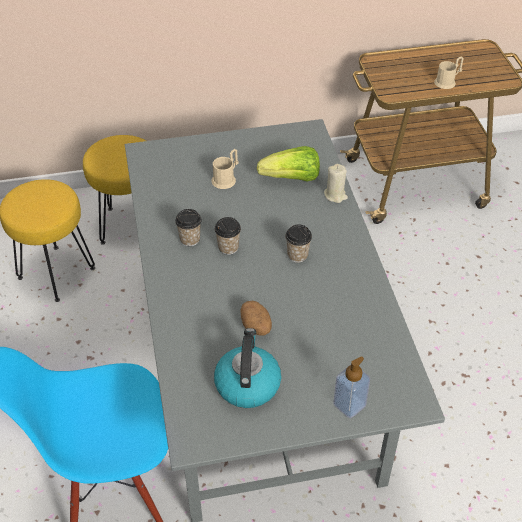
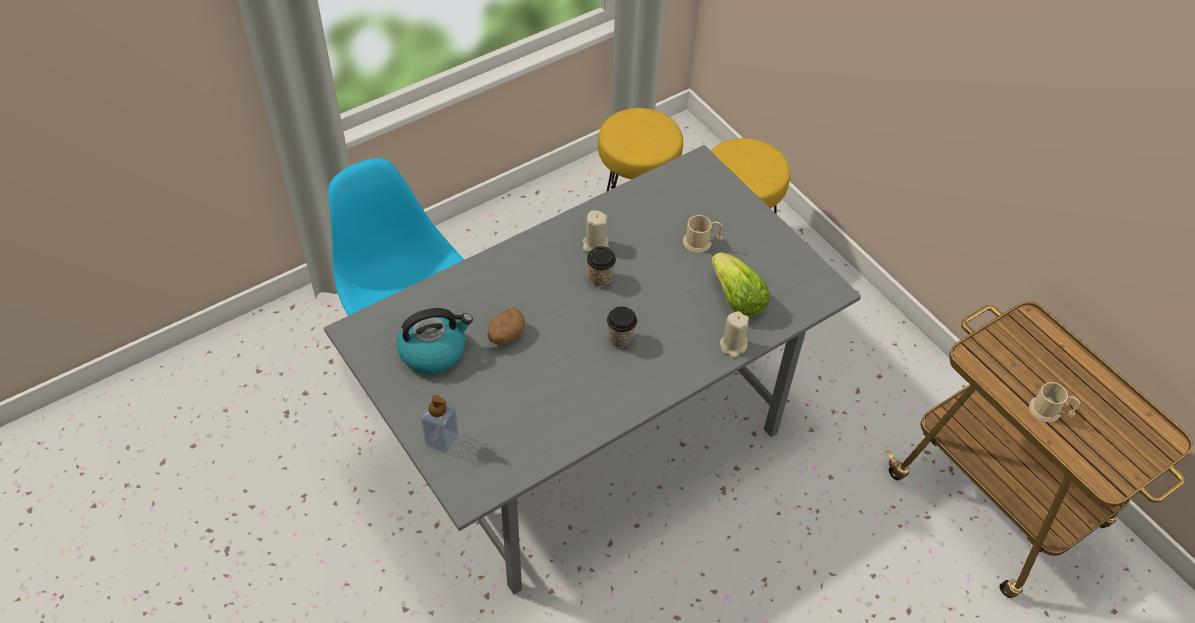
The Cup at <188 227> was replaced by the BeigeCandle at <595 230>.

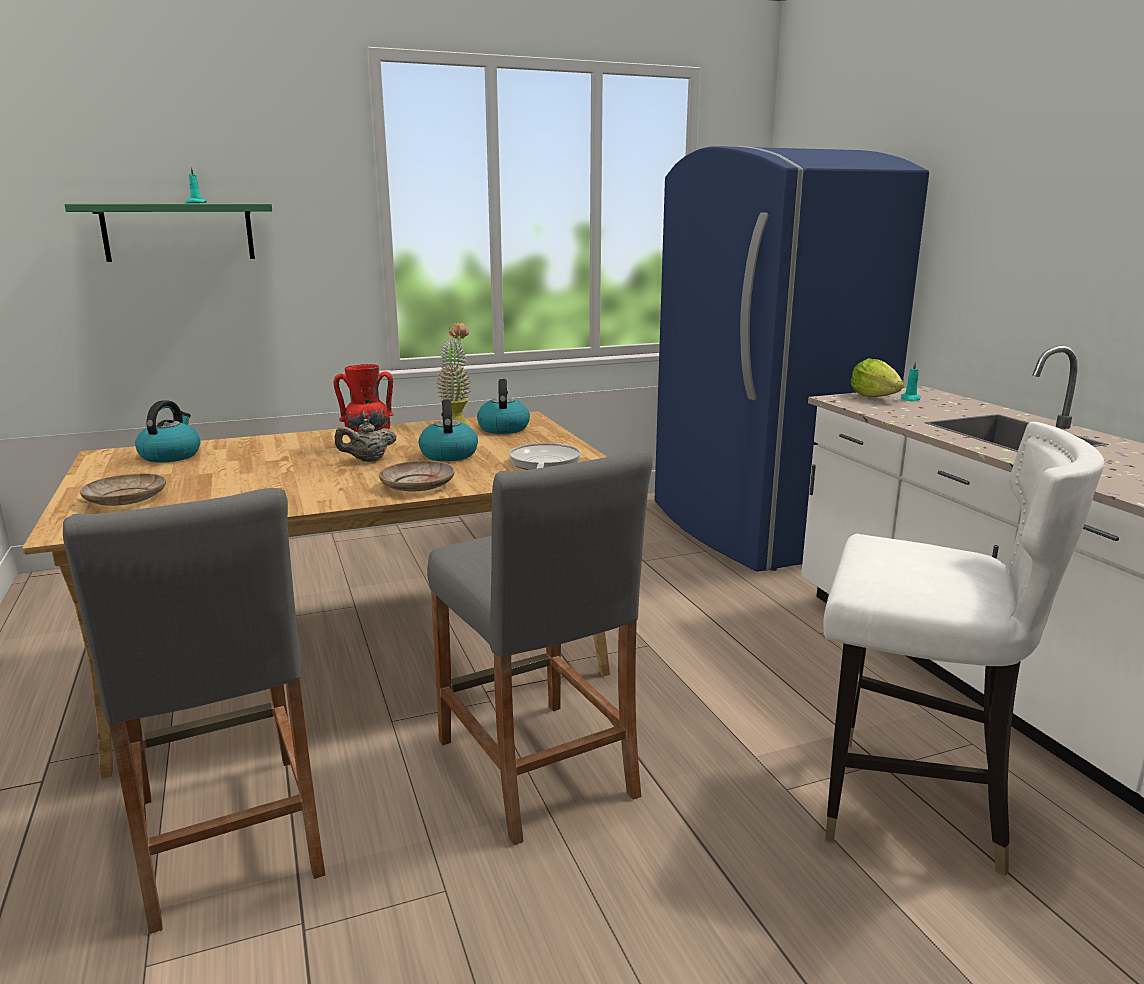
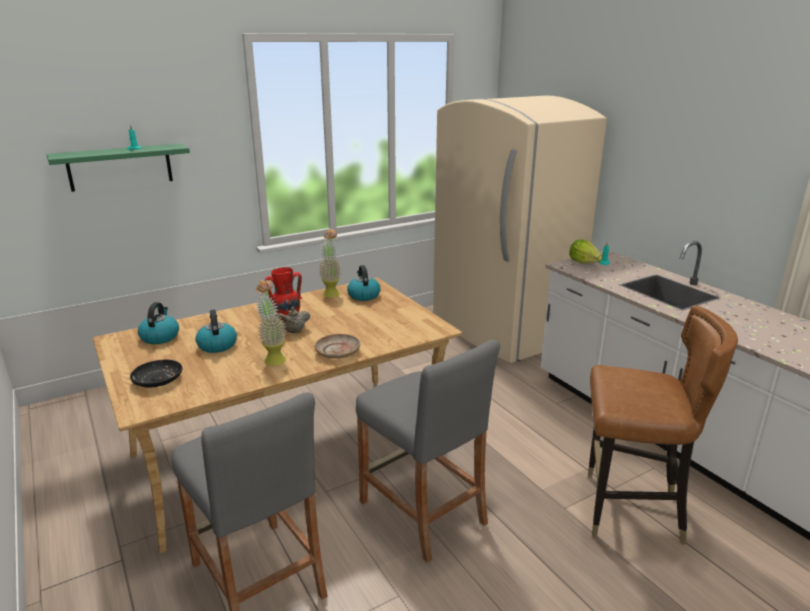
The BeigePlate at <123 489> became the BlackPlate at <156 373>.
The Kettle moved from <448 430> to <216 331>.
The FryingPan at <545 456> disappeared.
The BlueFridge at <792 358> became the BeigeFridge at <520 229>.
The WhiteChair at <963 649> became the BrownChair at <663 425>.
The PottedPlant at <271 323> appeared.

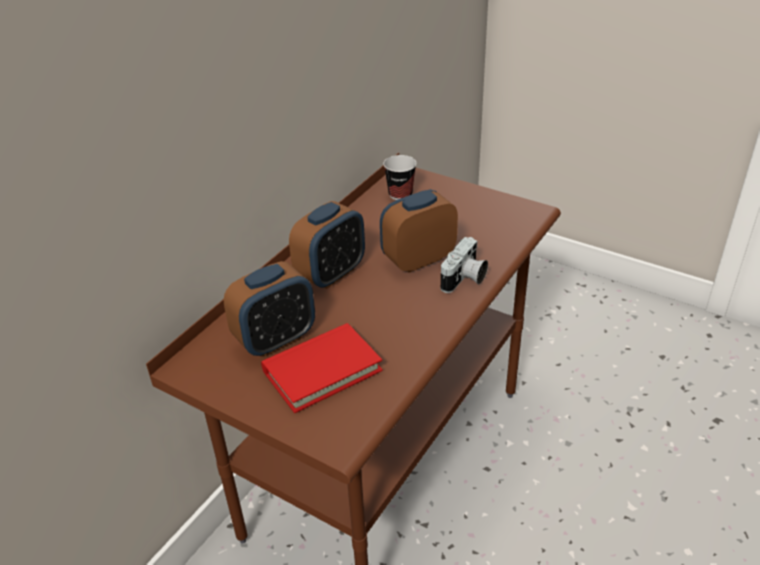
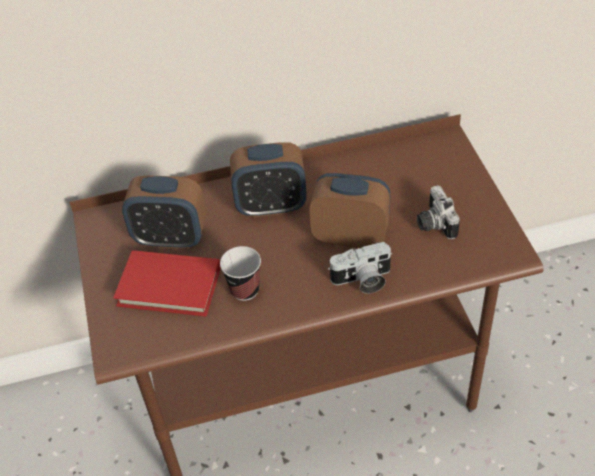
The Cup moved from <400 177> to <240 273>.
The PhotoCamera at <438 212> appeared.

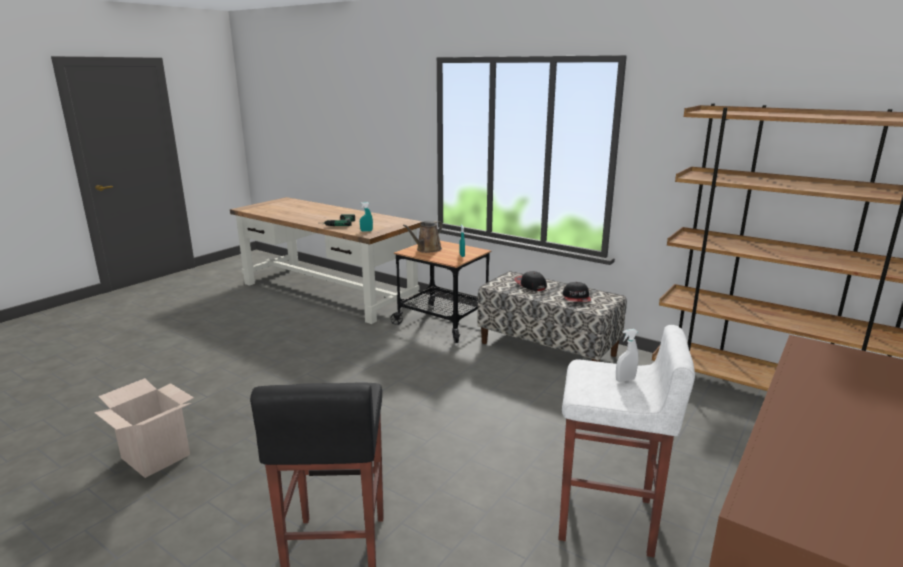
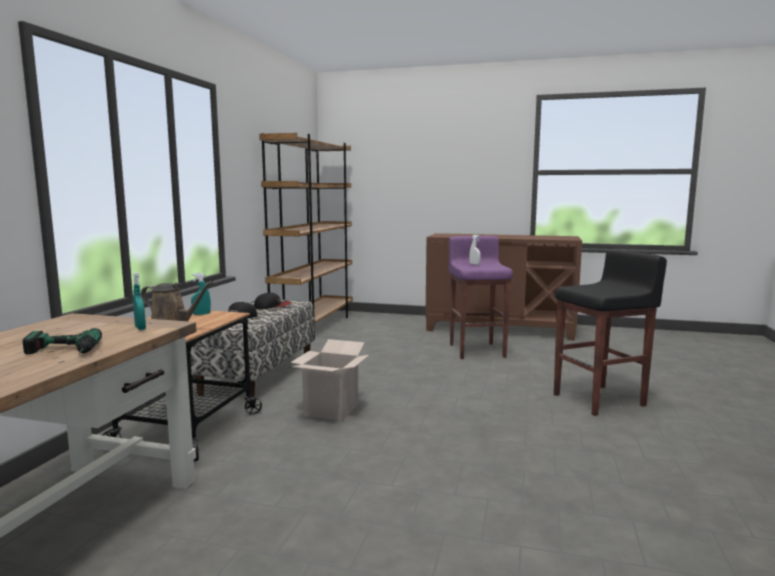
The CardboardBox moved from <144 428> to <330 380>.
The WhiteStool at <626 441> became the PurpleStool at <480 297>.

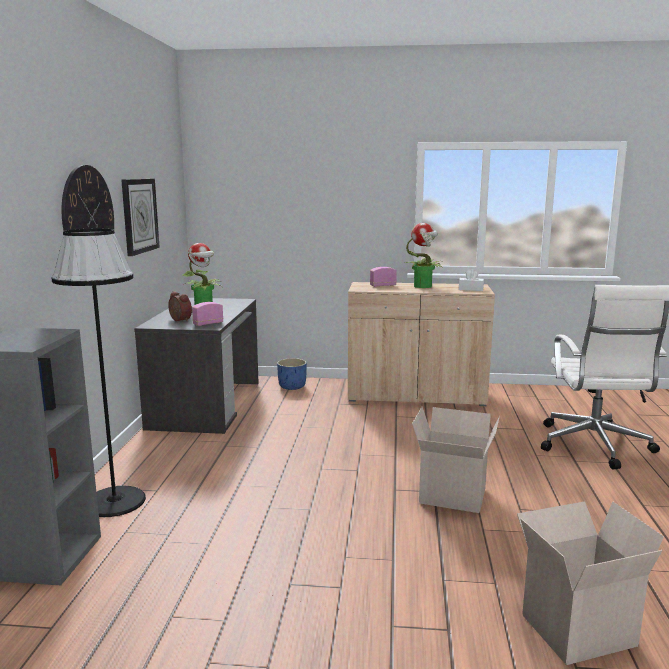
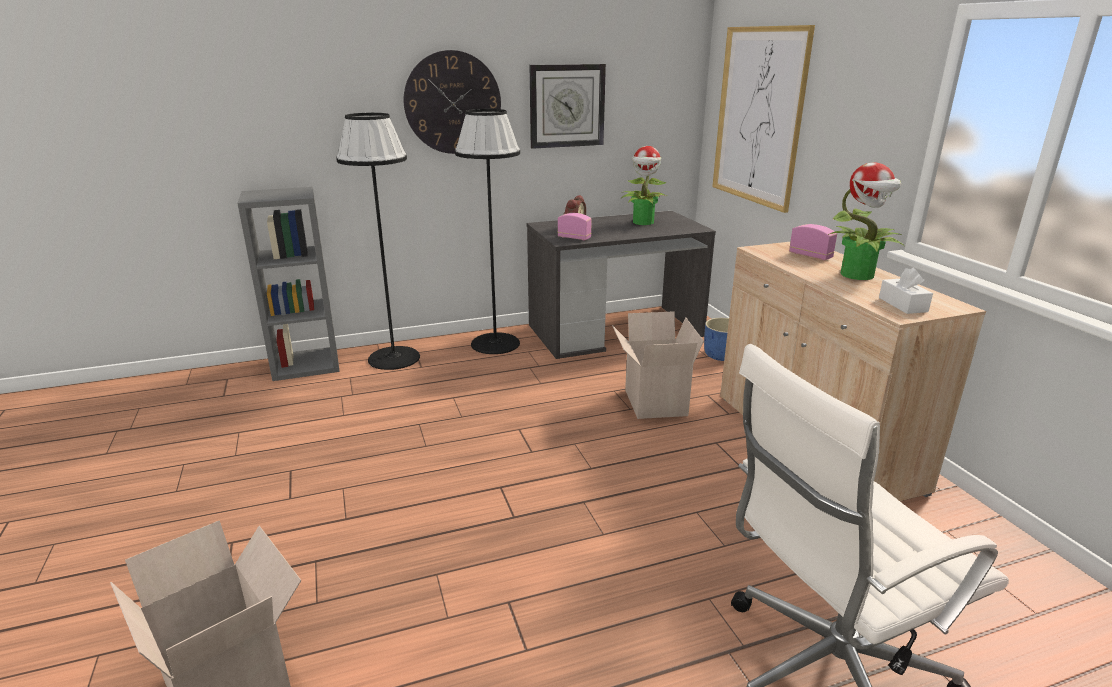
The CardboardBox moved from <456 460> to <658 365>.
The BlackFloorLamp at <487 231> appeared.
The Picture at <763 119> appeared.

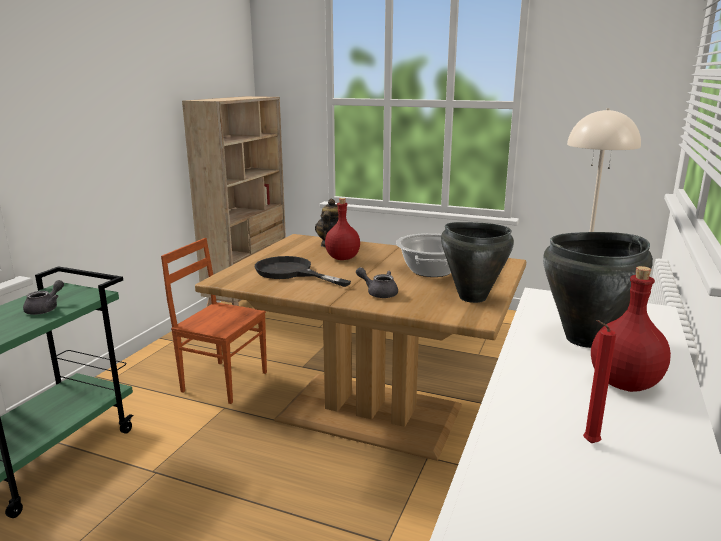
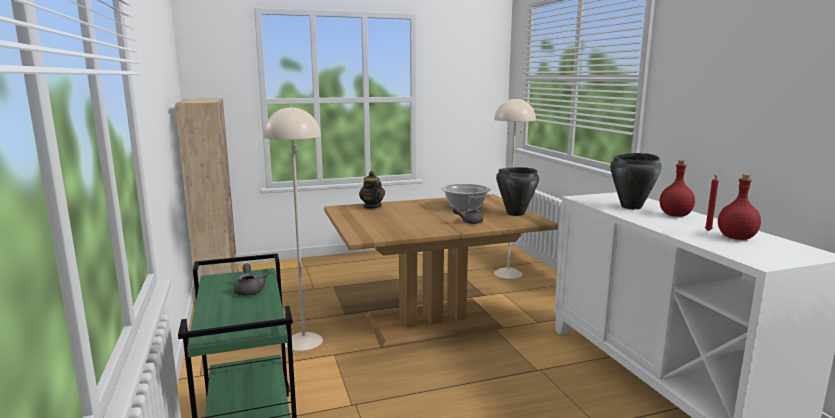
The BrownChair at <214 321> was replaced by the BeigeFloorLamp at <293 228>.
The BlackFryingPan at <303 271> disappeared.
The RedBottle moved from <342 229> to <739 207>.

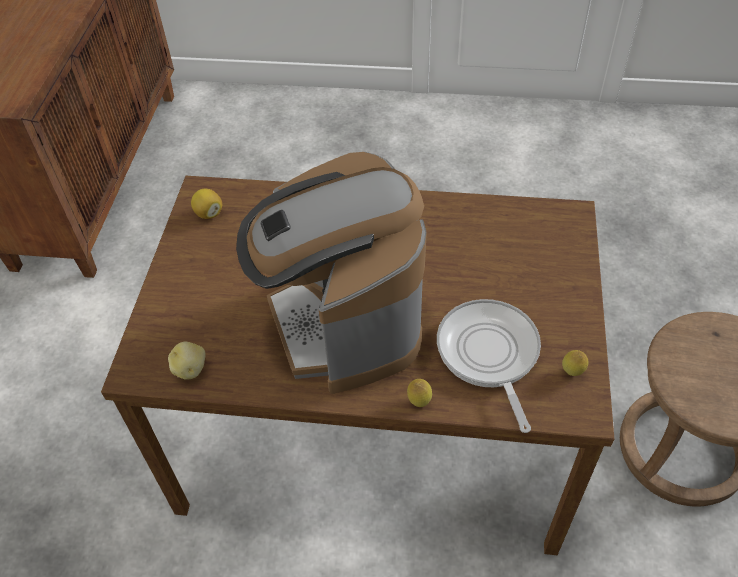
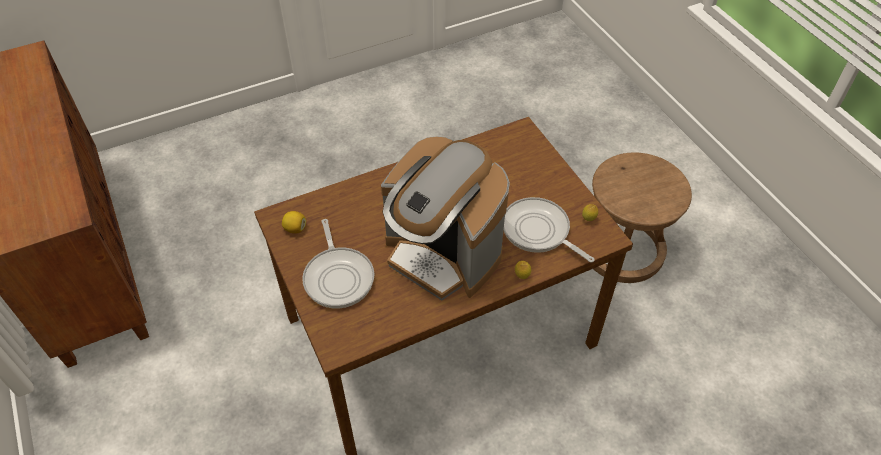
The Potato at <187 361> disappeared.
The FryingPan at <338 264> appeared.

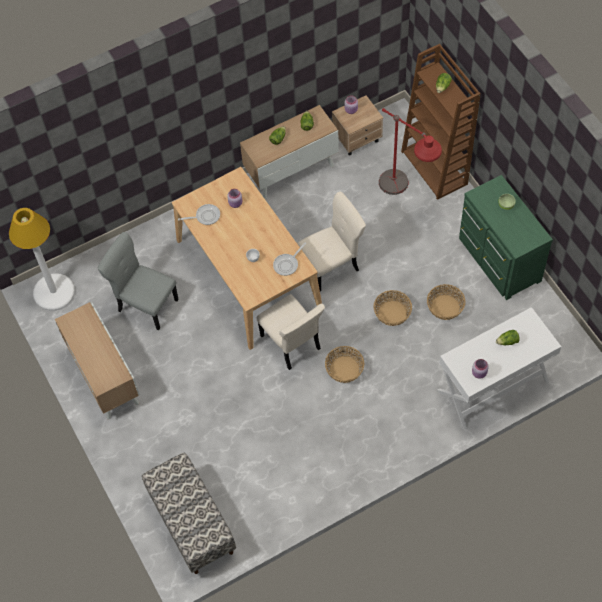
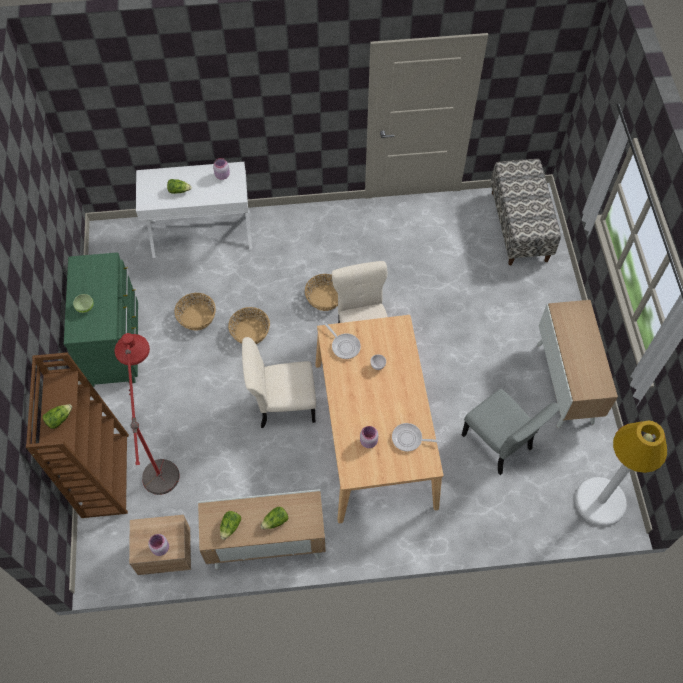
The FryingPan at <289 259> turned 75 degrees clockwise.

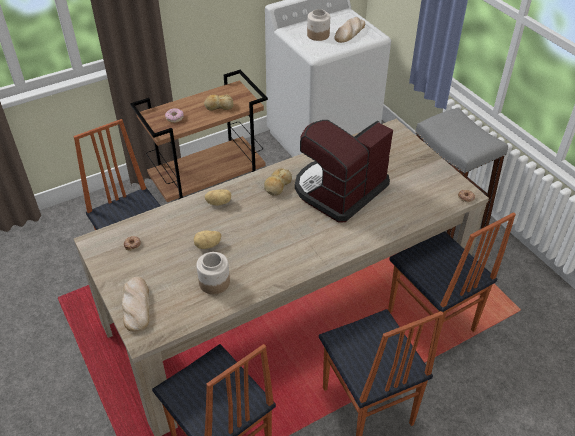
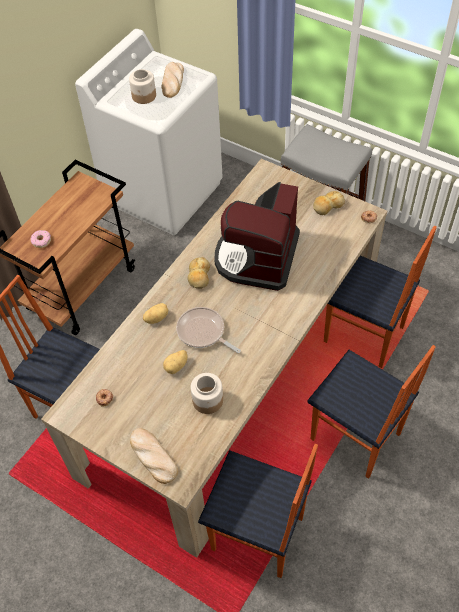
The Bread moved from <218 102> to <329 203>.
The FryingPan at <208 330> appeared.

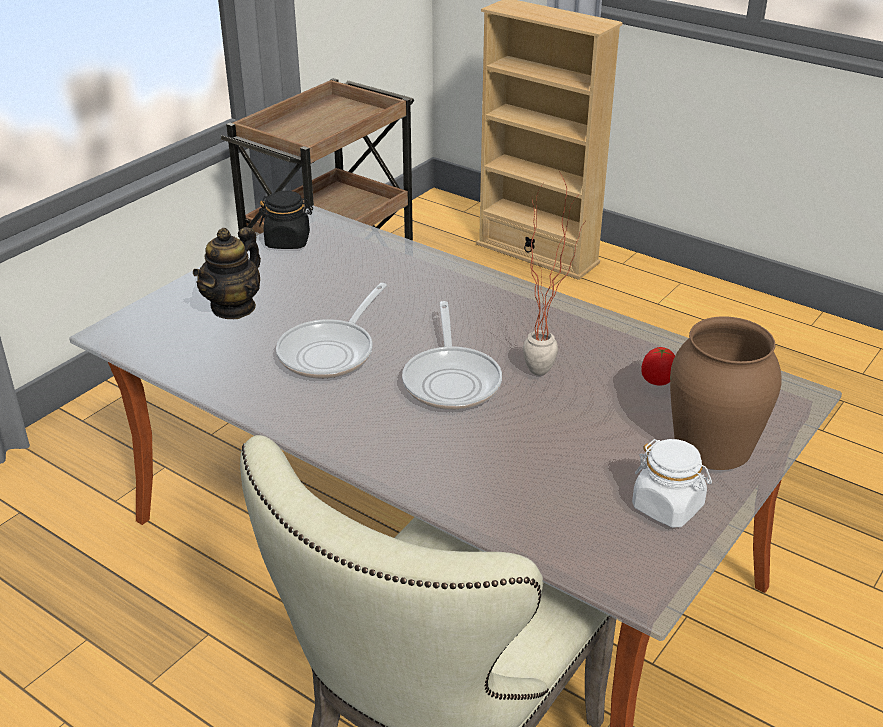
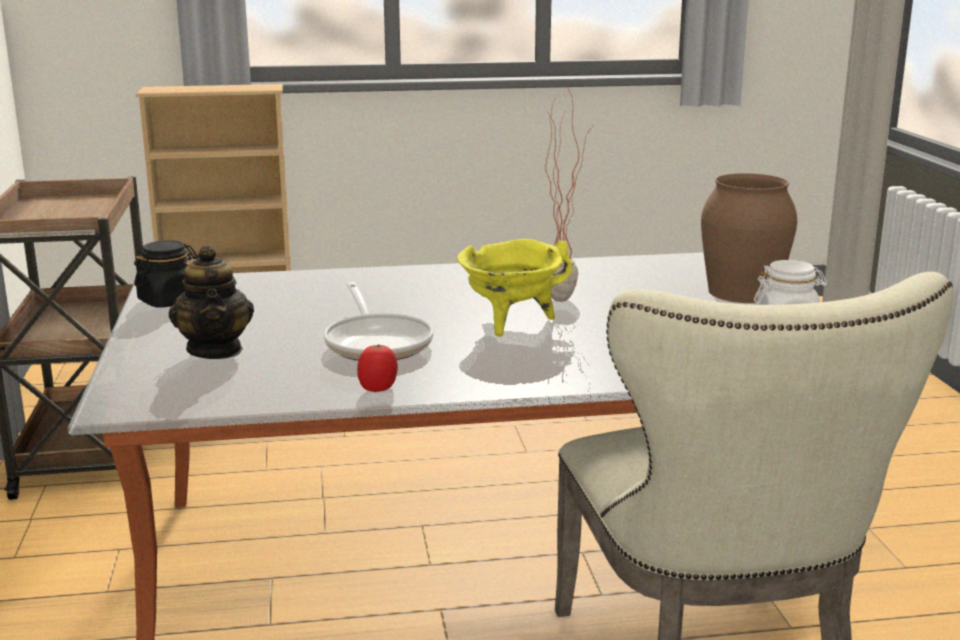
The FryingPan at <452 355> was replaced by the YellowCookingPot at <514 288>.
The Tomato moved from <658 366> to <377 368>.

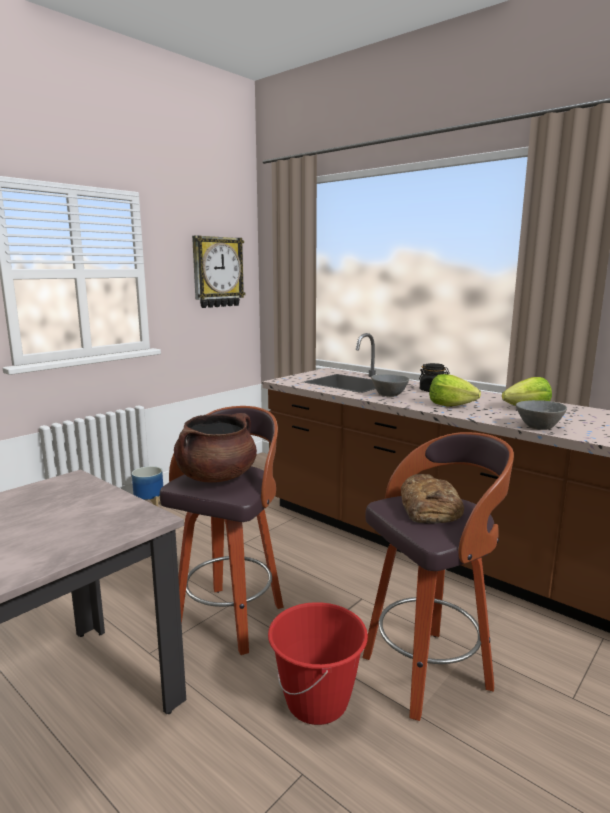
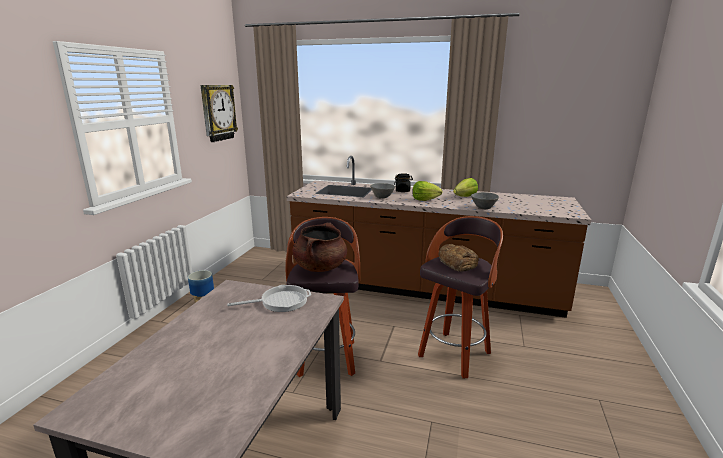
The RedBucket at <318 663> disappeared.
The FryingPan at <269 298> appeared.

